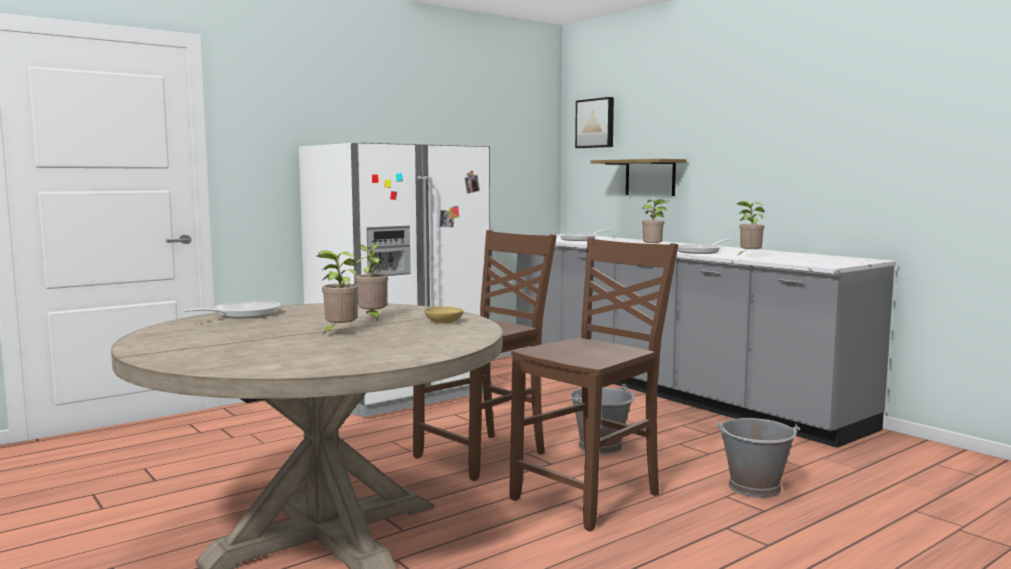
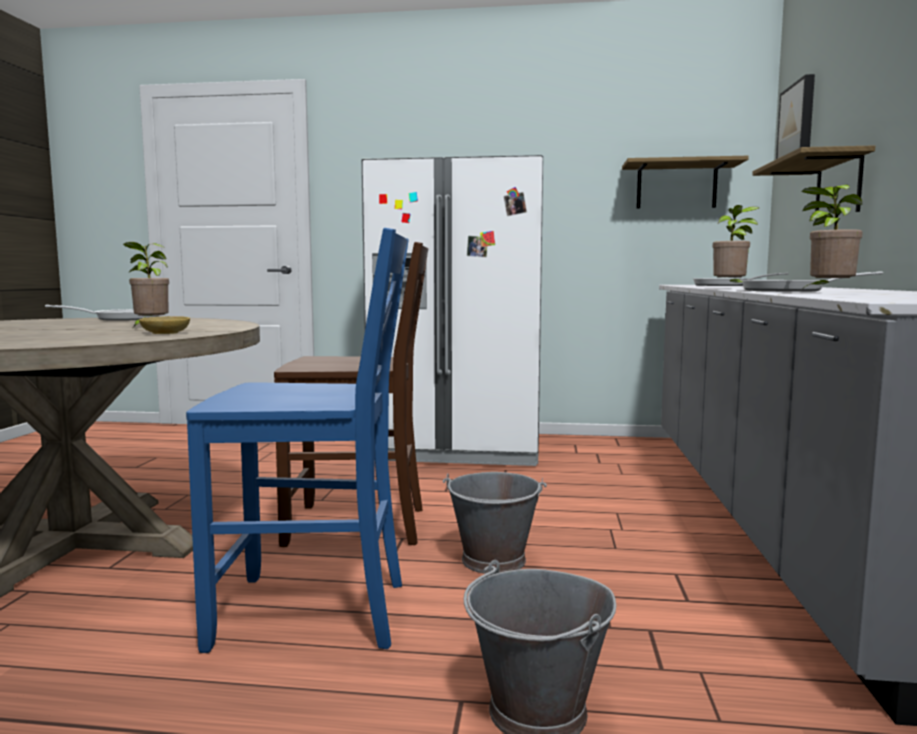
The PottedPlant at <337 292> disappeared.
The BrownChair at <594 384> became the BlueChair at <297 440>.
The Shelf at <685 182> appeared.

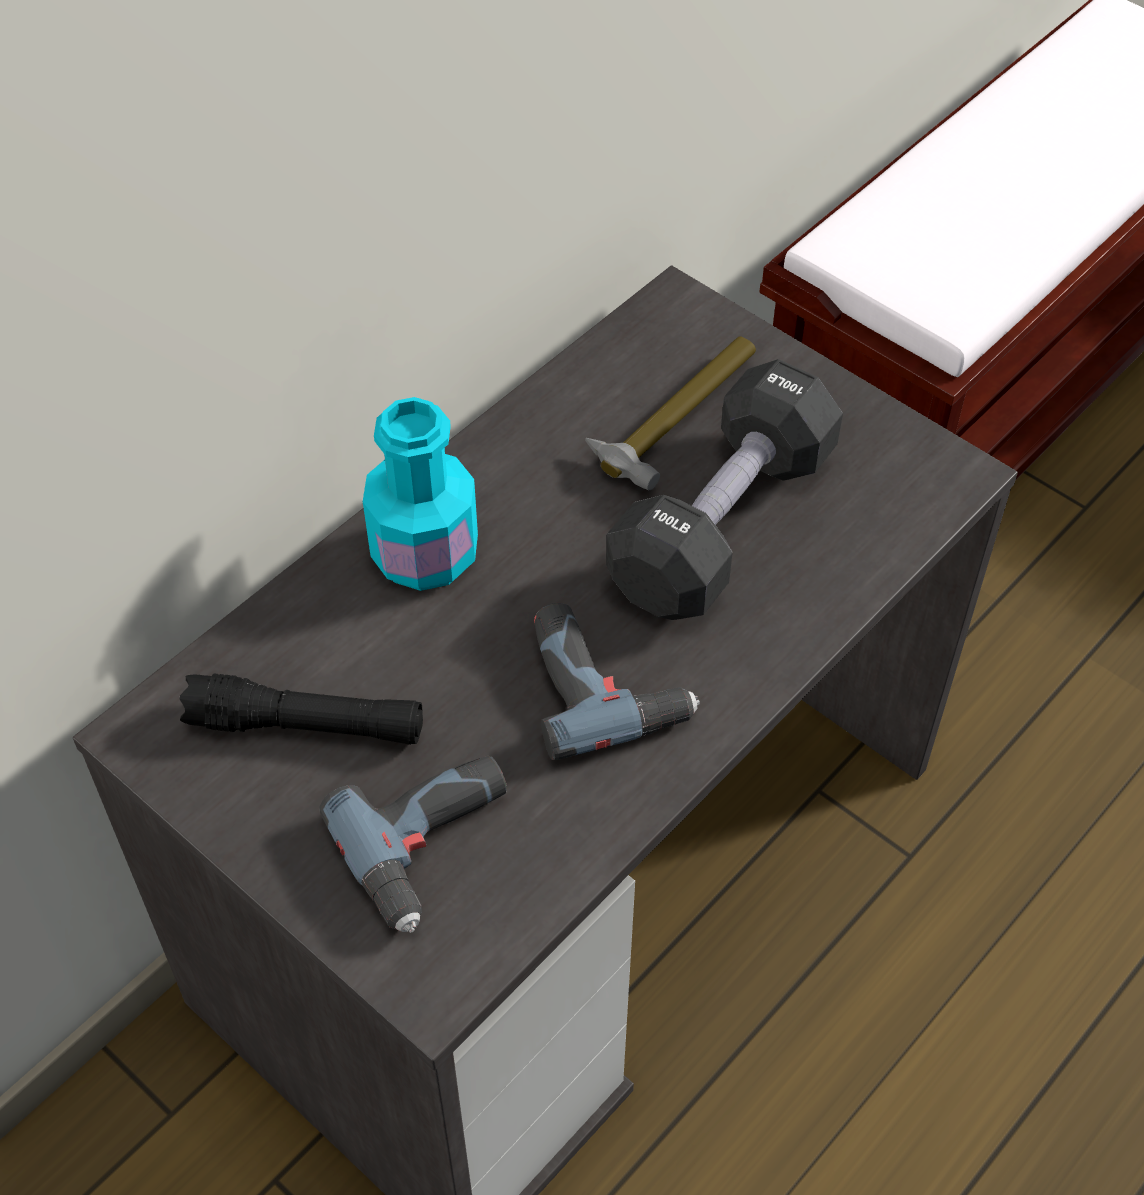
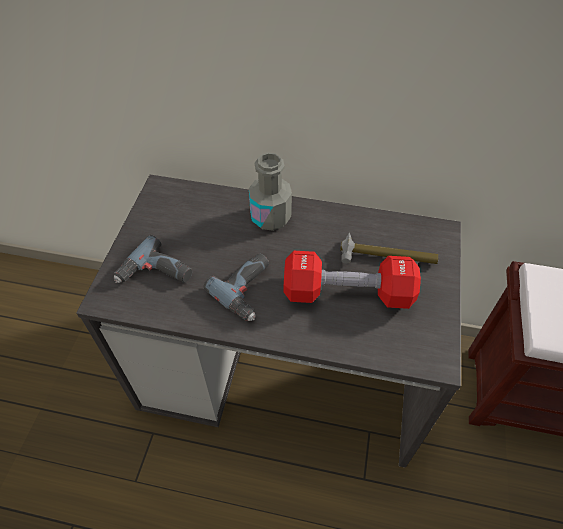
The BlackFlashlight at <301 709> disappeared.
The TurquoiseBottle at <420 494> became the GreyBottle at <270 192>.
The BlackDumbbell at <724 489> became the RedDumbbell at <352 280>.

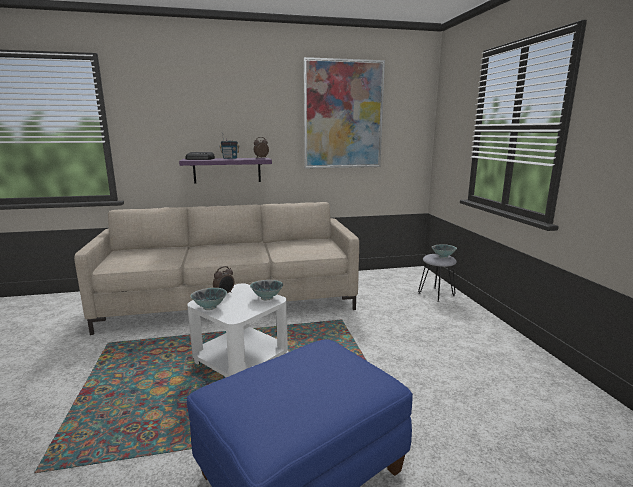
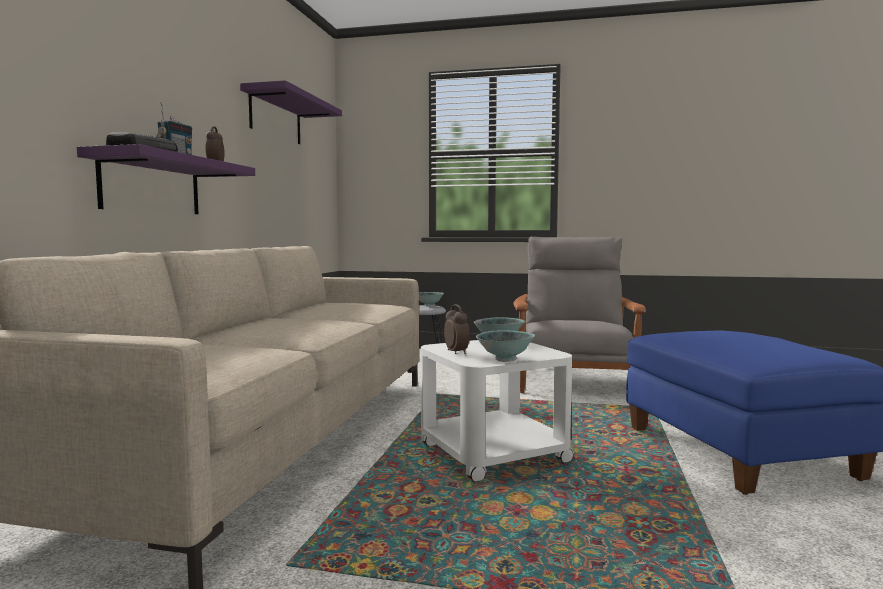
The Picture at <344 113> was replaced by the PurpleShelf at <291 112>.
The GreyArmchair at <579 315> appeared.

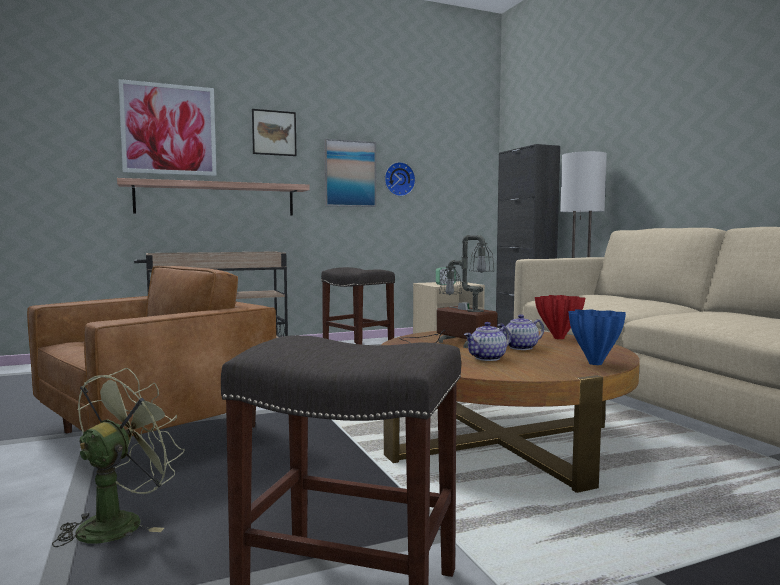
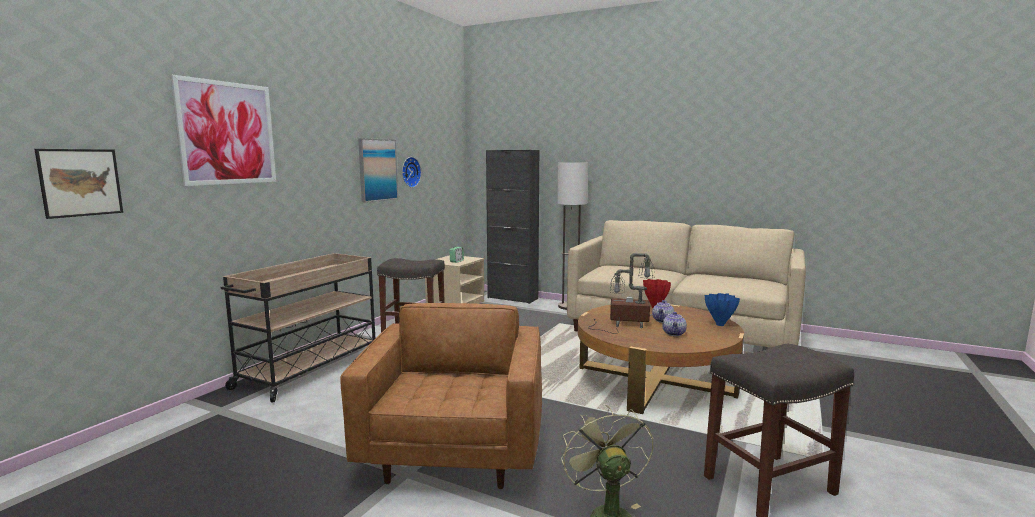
The Shelf at <213 197> disappeared.
The Picture moved from <274 132> to <78 184>.

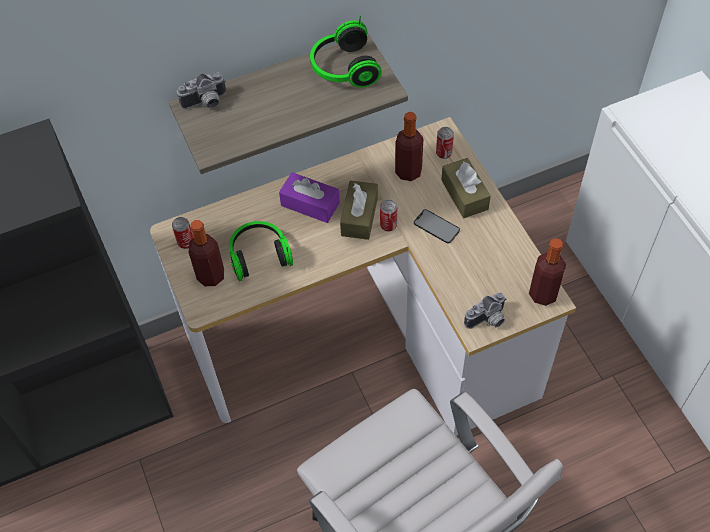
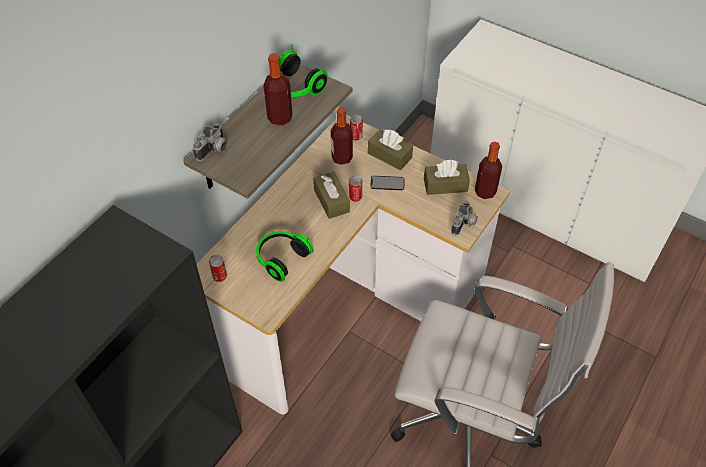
The Bottle moved from <206 253> to <277 89>.
The PurpleTissueBox at <309 197> disappeared.
The BrownTissueBox at <447 177> appeared.

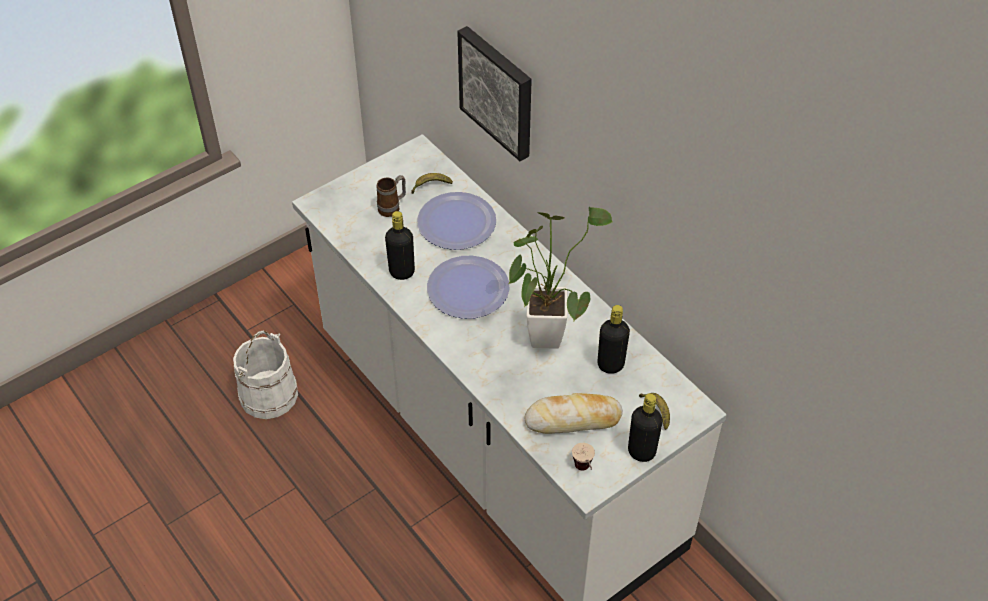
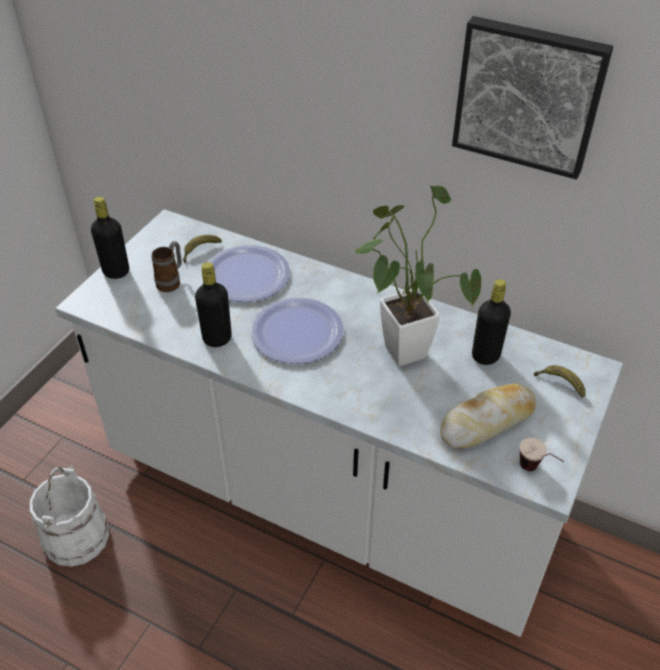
The Picture moved from <494 93> to <533 98>.
The BlackBottle moved from <645 427> to <110 238>.

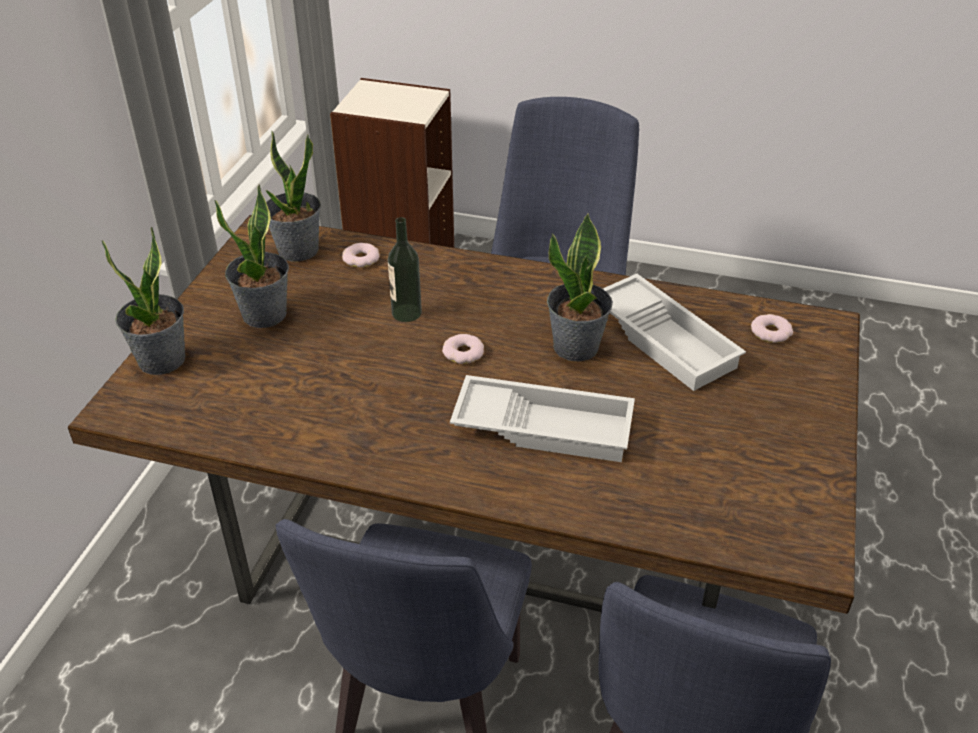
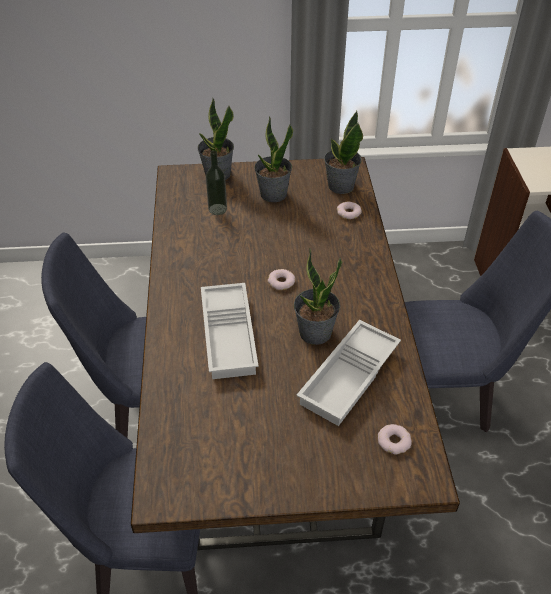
The Bottle moved from <405 269> to <216 182>.

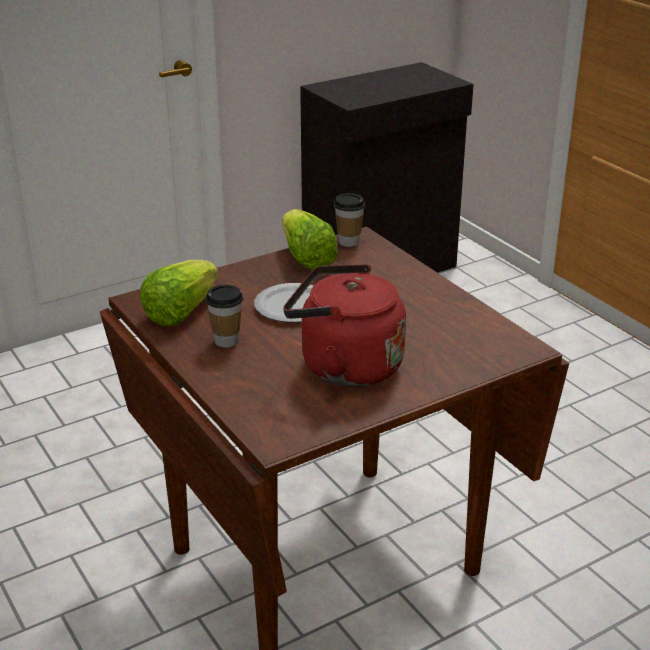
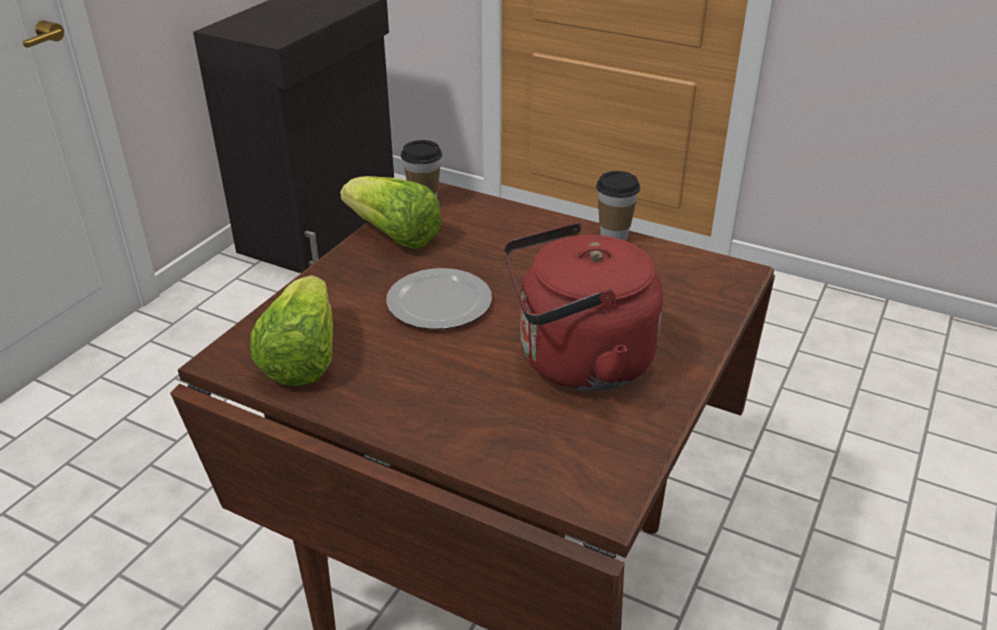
The Cup moved from <224 316> to <618 206>.

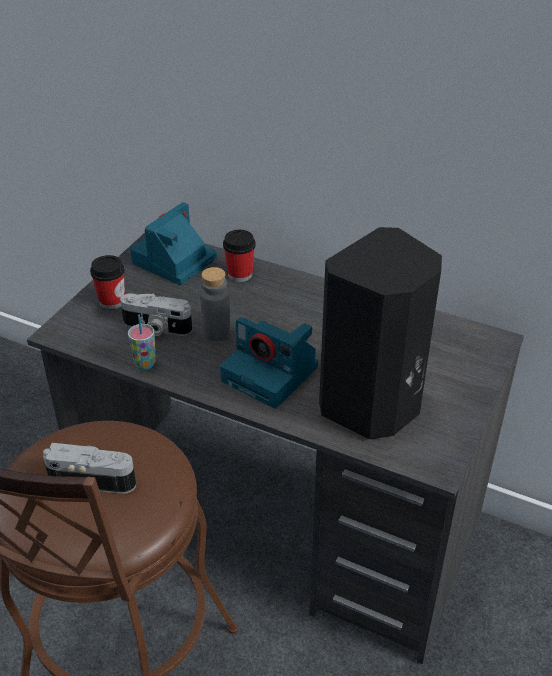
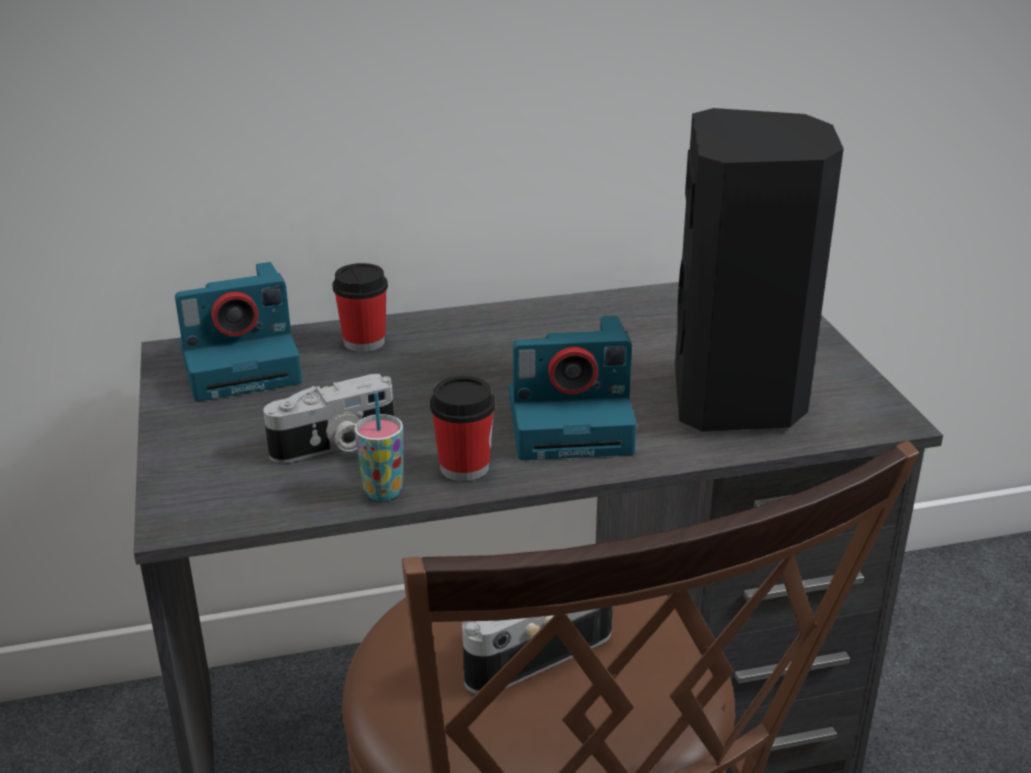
The Cup moved from <107 282> to <462 428>.
The PhotoCamera at <173 243> turned 105 degrees counterclockwise.
The GreyBottle at <215 304> disappeared.

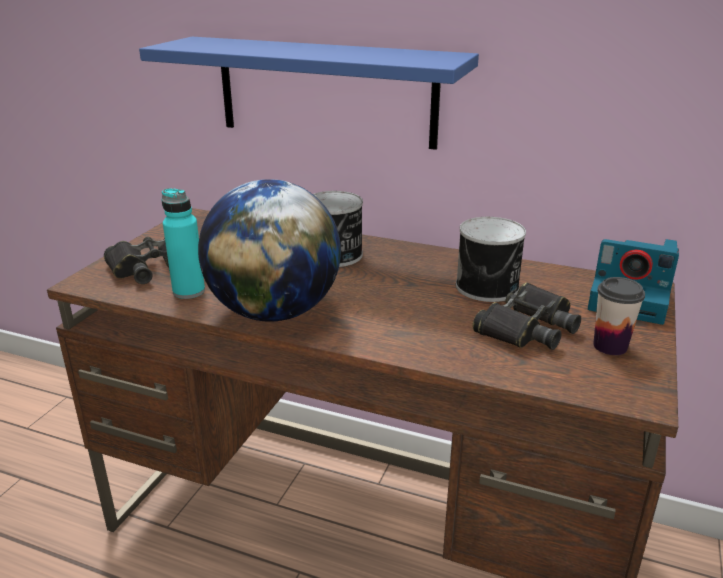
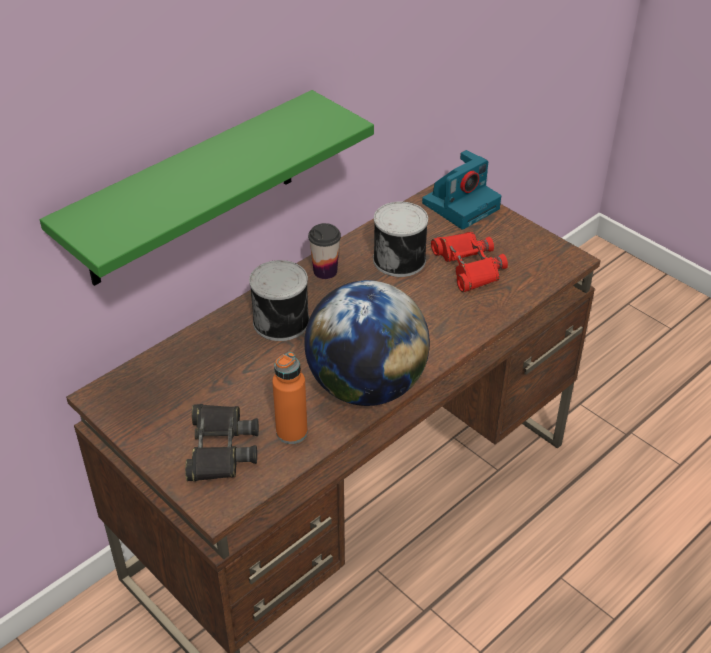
The BlueShelf at <309 93> became the GreenShelf at <207 188>.
The TurquoiseBottle at <183 243> became the OrangeBottle at <290 398>.
The BlackBinoculars at <527 316> became the RedBinoculars at <469 262>.
The Cup moved from <619 316> to <324 251>.

